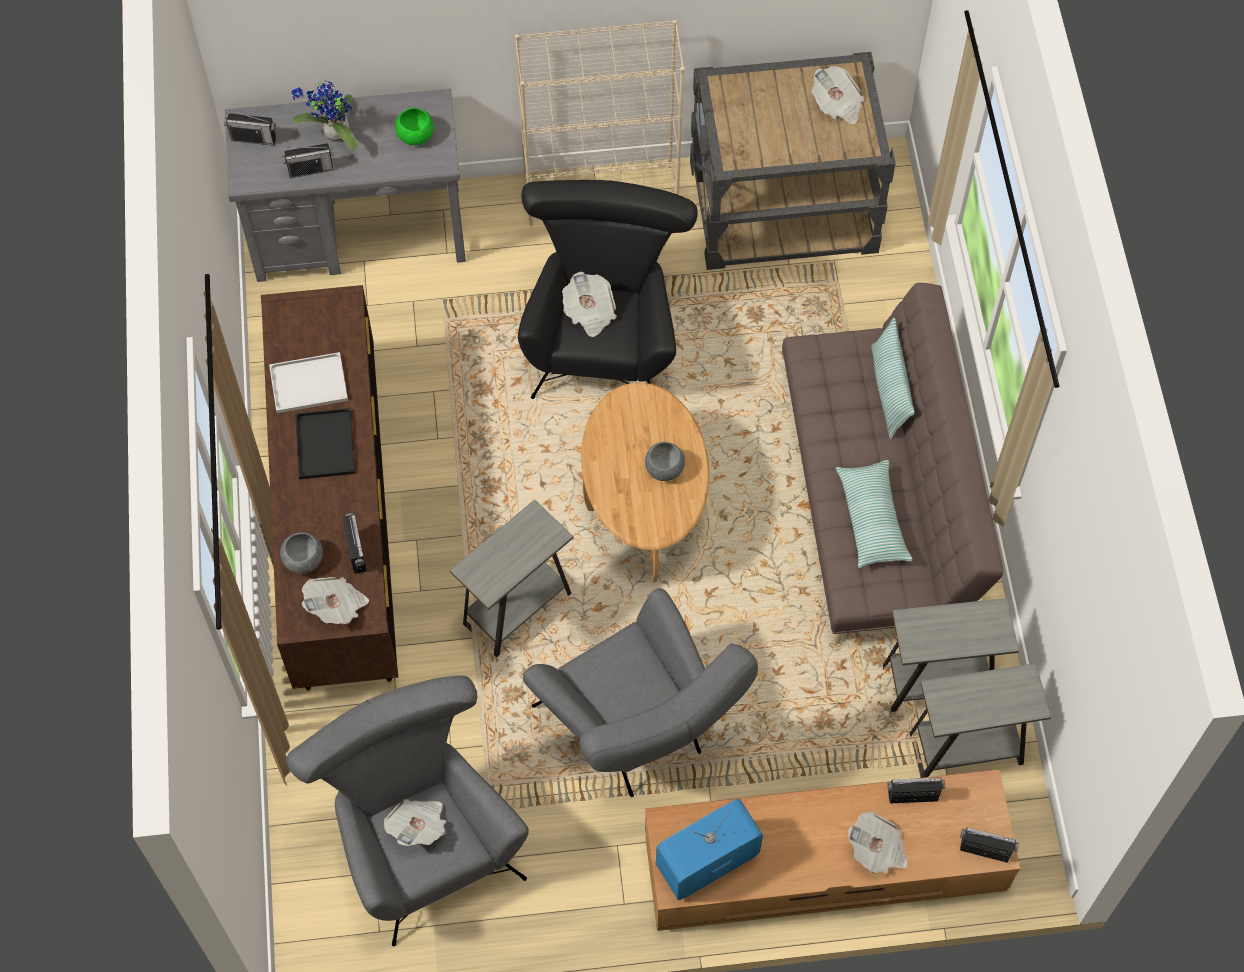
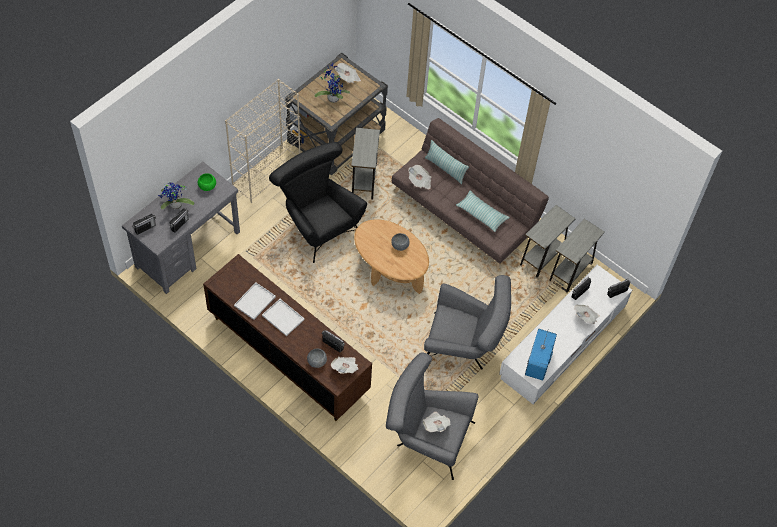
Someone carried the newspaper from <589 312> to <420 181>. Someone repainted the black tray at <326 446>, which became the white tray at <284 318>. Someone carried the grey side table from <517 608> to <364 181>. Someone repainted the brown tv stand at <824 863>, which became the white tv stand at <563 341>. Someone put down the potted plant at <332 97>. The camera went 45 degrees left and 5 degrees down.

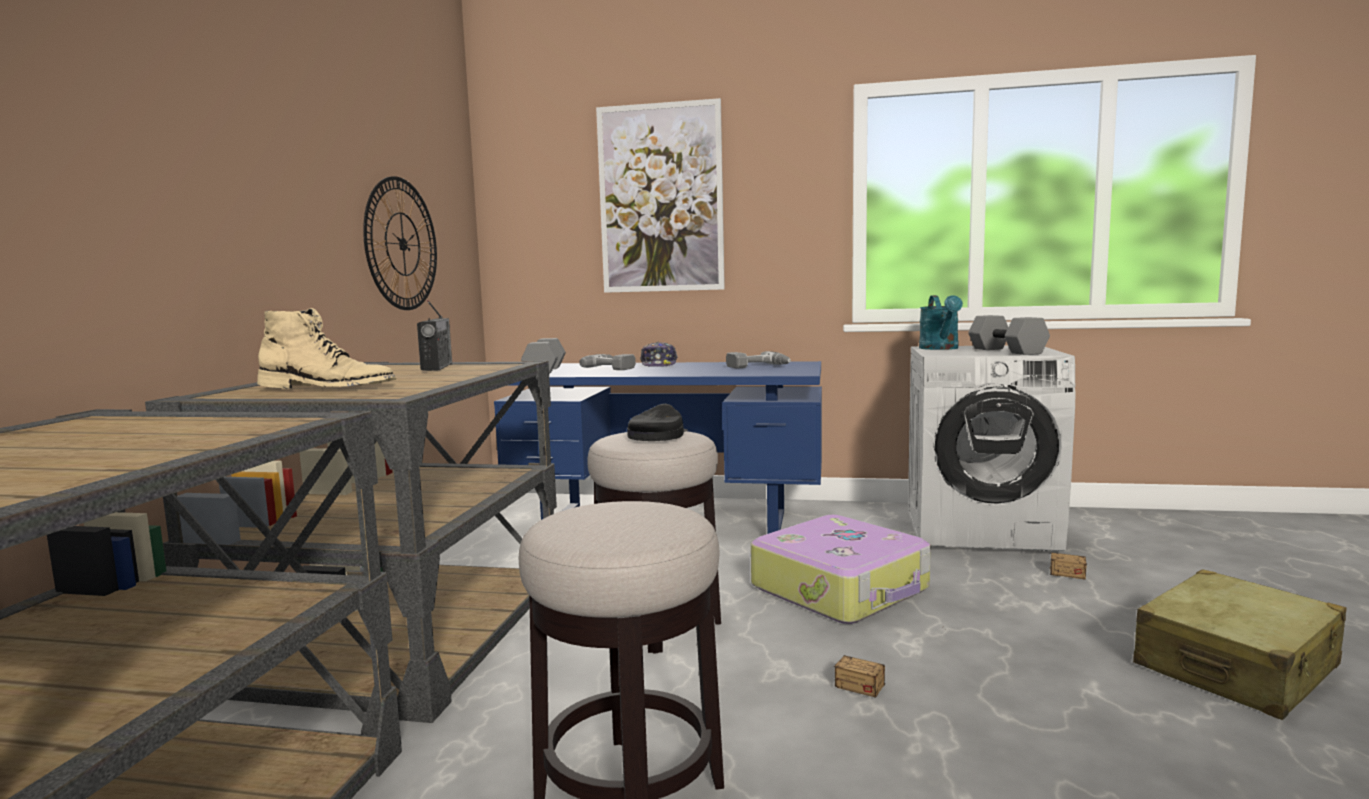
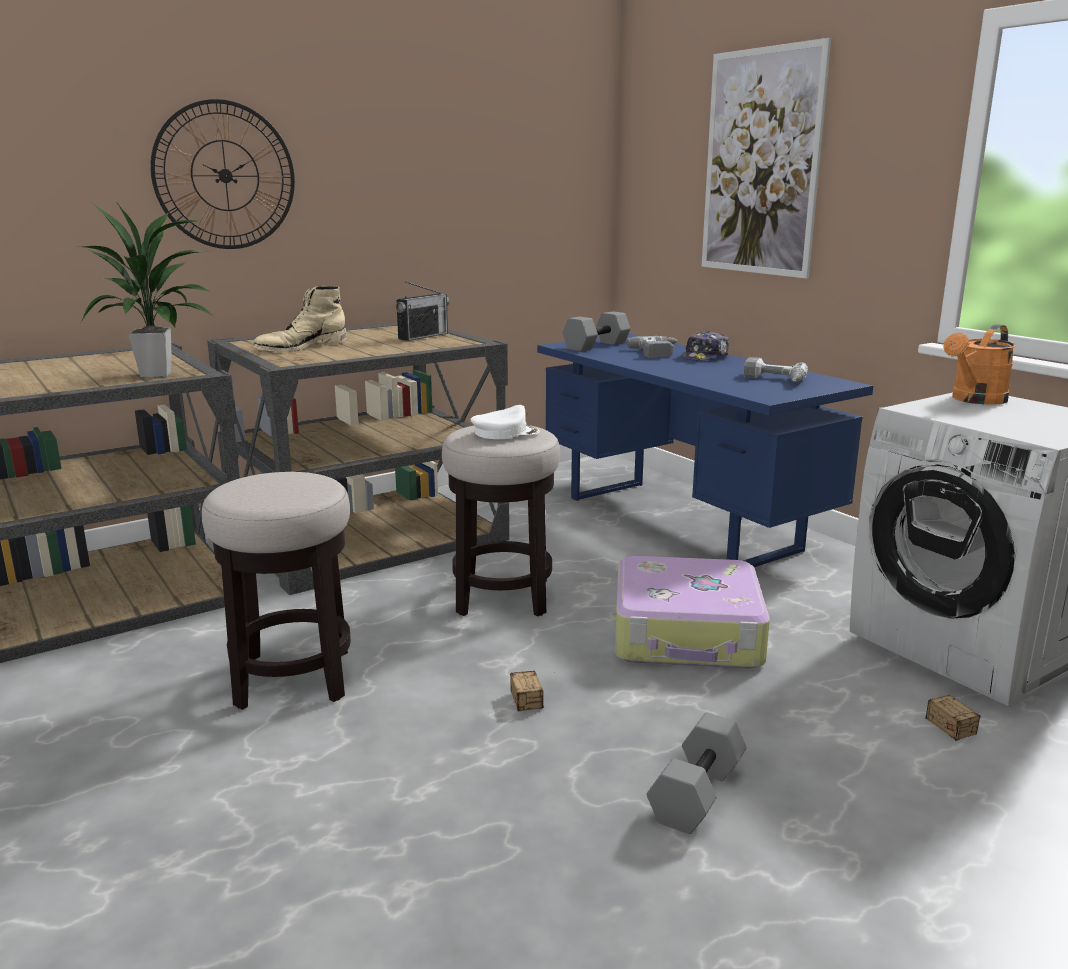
Someone carried the wall clock from <402 244> to <225 175>. Someone repainted the turquoise watering can at <941 348>, which became the orange watering can at <974 400>. Someone rotated the beige boot at <327 388> by 90 degrees clockwise. Someone carried the grey dumbbell from <1005 351> to <695 792>. Someone repainted the black cap at <657 435>, which became the white cap at <505 432>. Someone took away the beige suitcase at <1236 667>. Someone put down the potted plant at <157 374>. The camera went 45 degrees right and 10 degrees up.

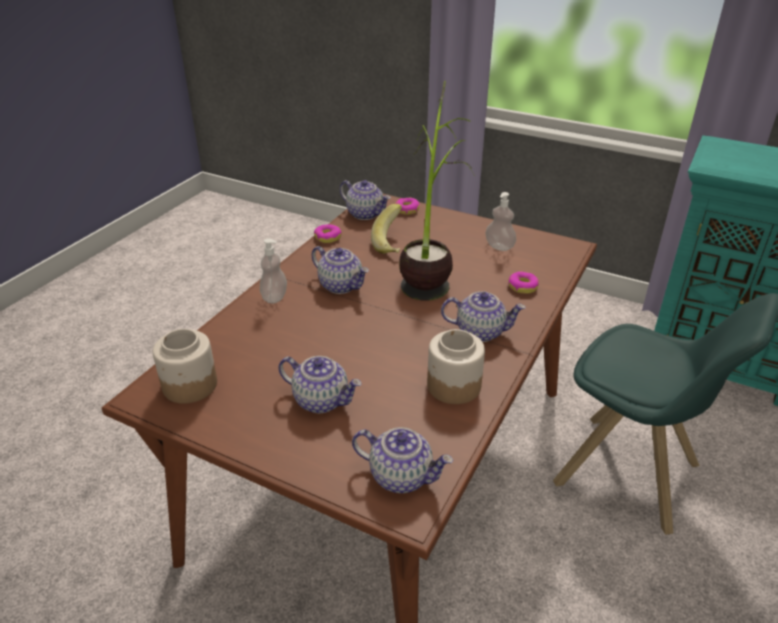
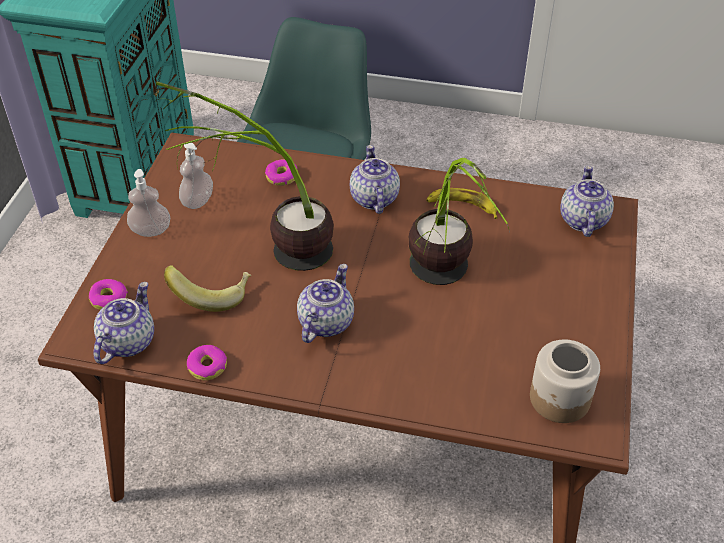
Someone carried the soap dispenser from <274 297> to <151 230>. Someone swapped the jar at <453 385> for the banana at <462 206>. Someone took away the teapot at <322 400>. Someone put down the potted plant at <444 290>. The camera went 105 degrees left and 10 degrees up.

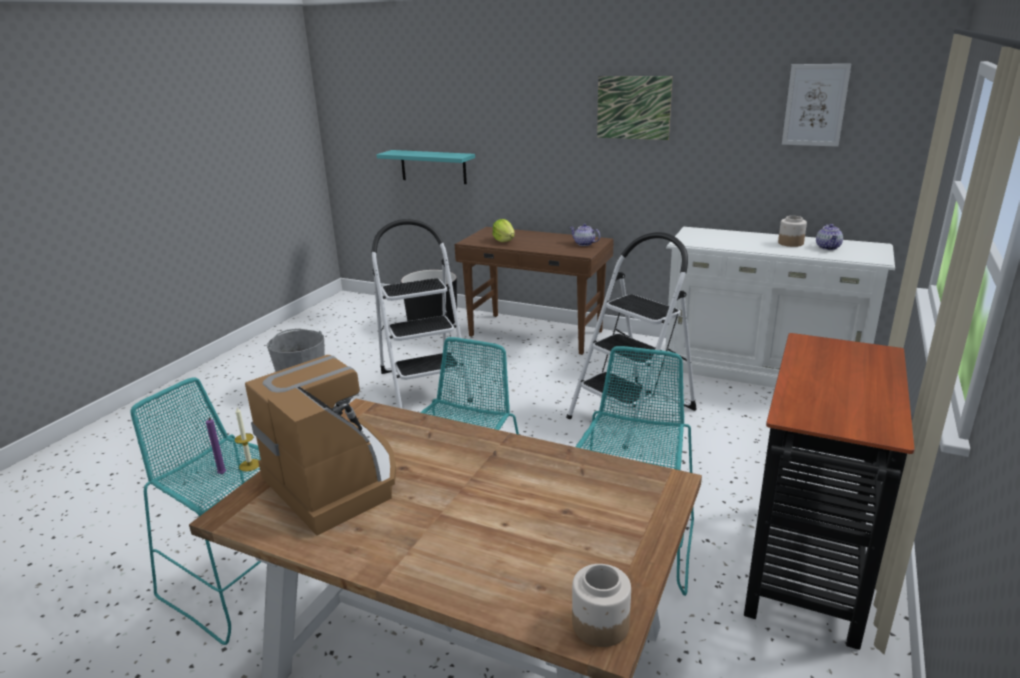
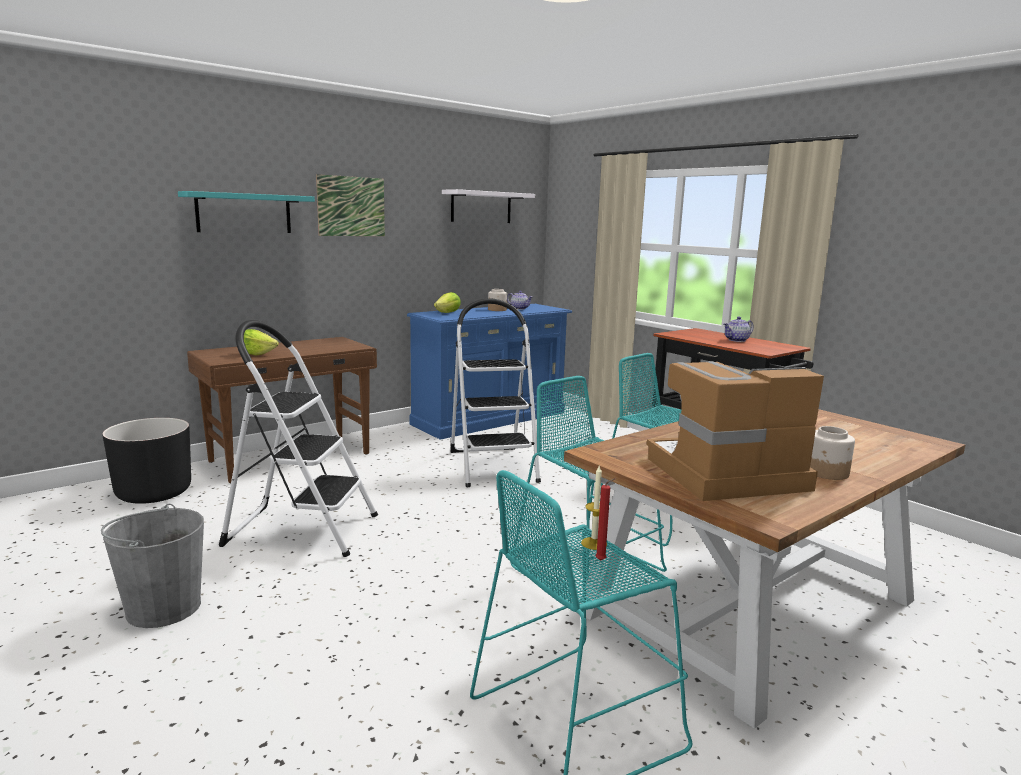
Someone swapped the picture at <815 105> for the white shelf at <481 207>. Someone carried the turquoise shelf from <433 166> to <244 213>. Someone carried the teapot from <584 244> to <736 340>. Someone repainted the white cabinet at <762 370>, which became the blue cabinet at <490 418>. Someone repainted the purple candle at <222 475>, which became the red candle at <602 560>. Someone carried the jar from <599 625> to <826 472>. Someone put down the lettuce at <448 313>. The camera went 65 degrees left and 10 degrees down.

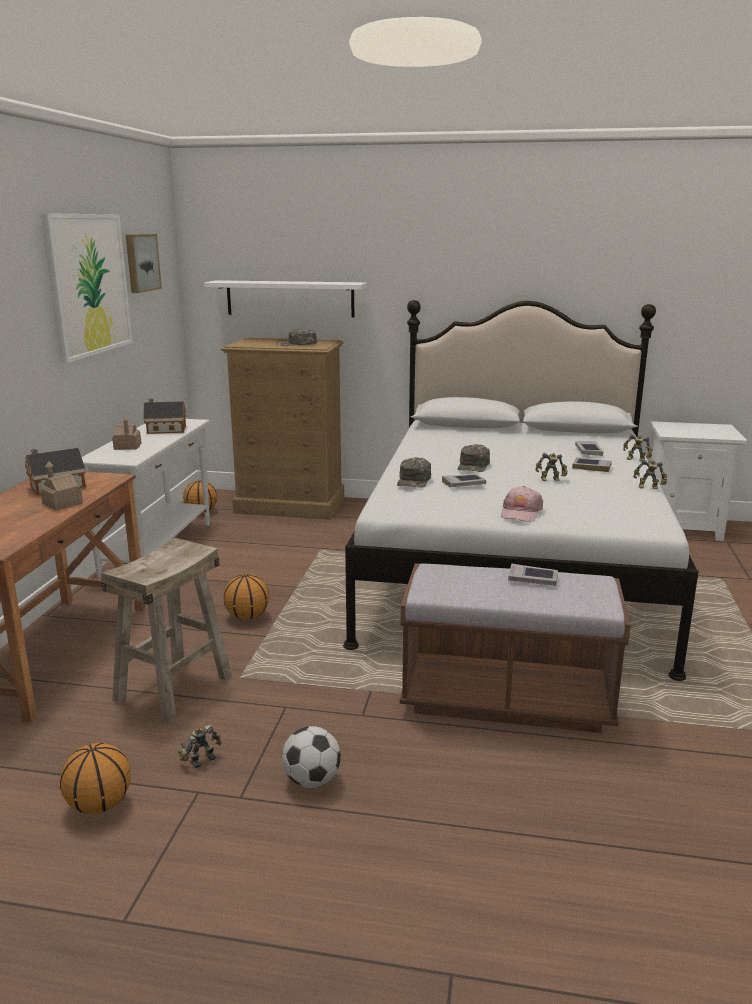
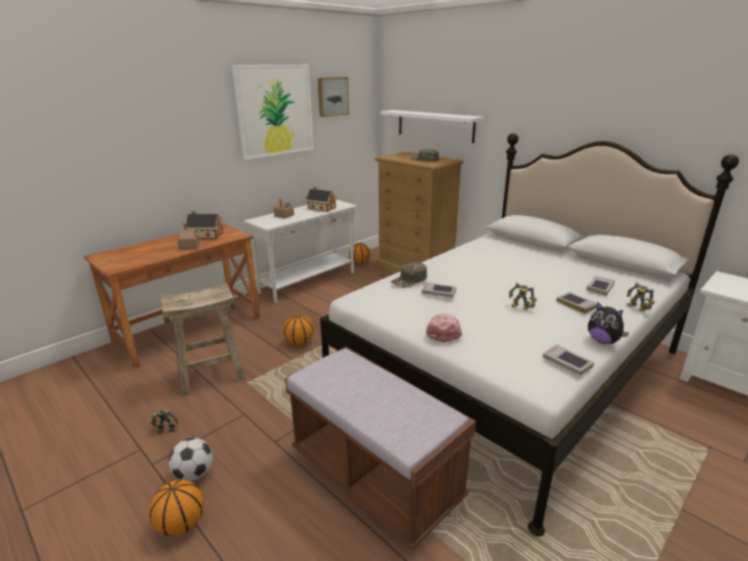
Someone took away the green cap at <473 465>. Someone swapped the toy robot at <649 487> for the plush toy at <603 341>. Someone rotated the pink cap at <520 513> by 135 degrees clockwise. Someone carried the book from <532 579> to <567 363>. Someone carried the basketball from <99 805> to <181 524>. The camera went 35 degrees right and 5 degrees up.

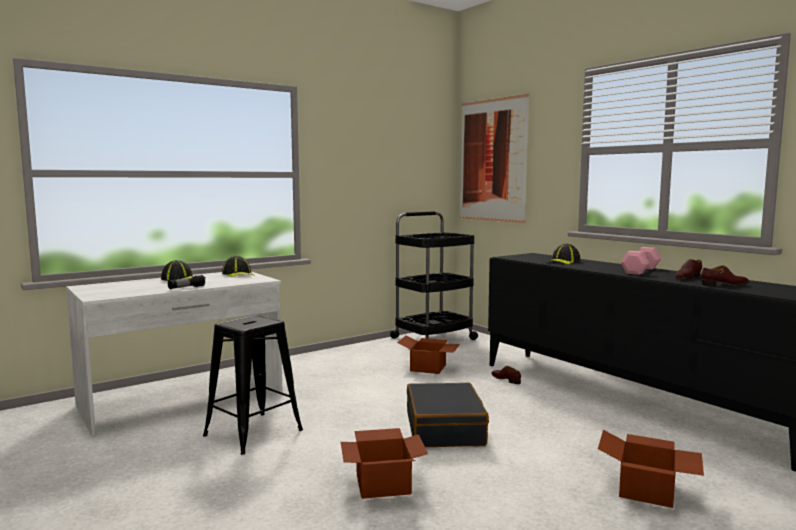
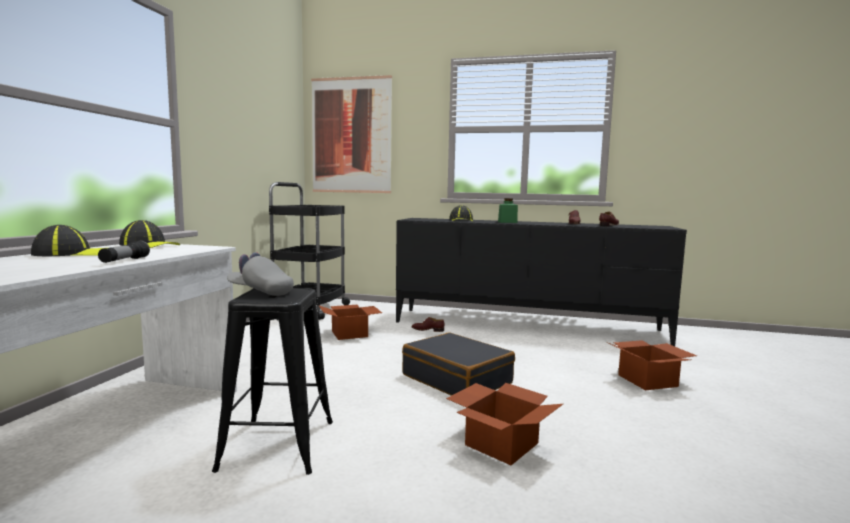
Someone took away the pink dumbbell at <640 271>. Someone put down the green jar at <507 222>. Someone put down the grey cap at <261 292>. The camera went 40 degrees left and 0 degrees up.

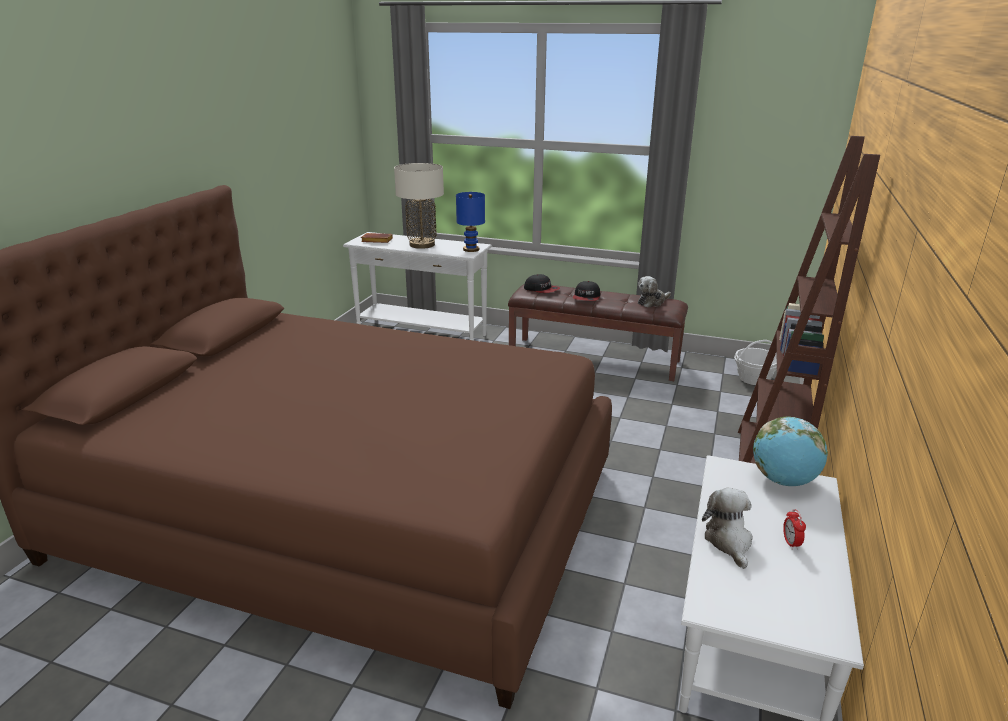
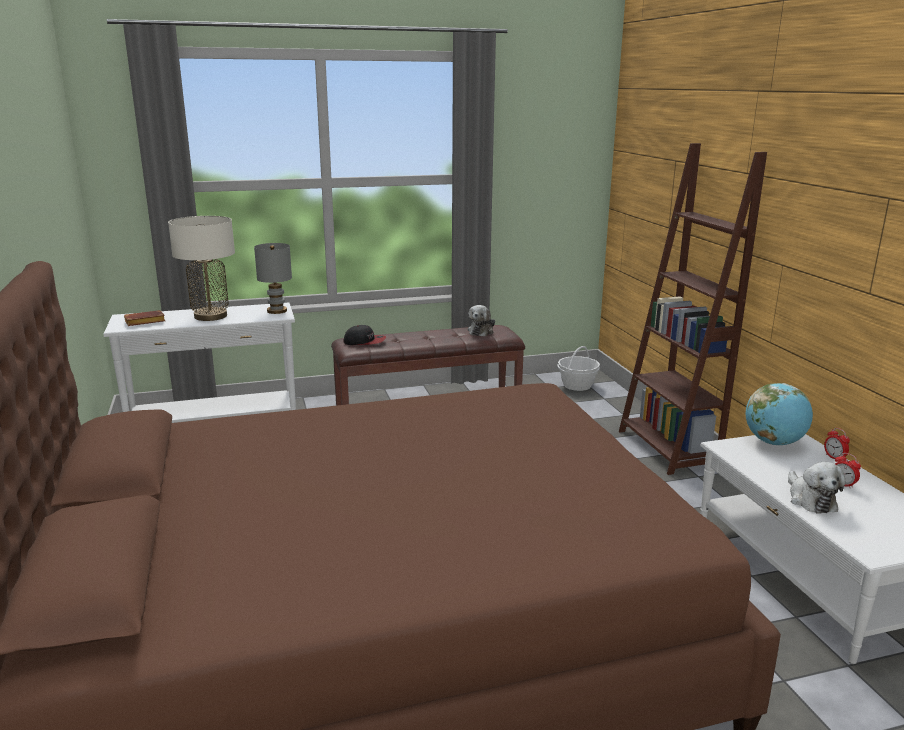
Someone repainted the blue table lamp at <471 249>, which became the grey table lamp at <277 311>. Someone took away the cap at <586 297>. Someone rotated the plush toy at <729 541> by 150 degrees counterclockwise. Someone put down the alarm clock at <834 458>. The camera went 35 degrees left and 5 degrees down.

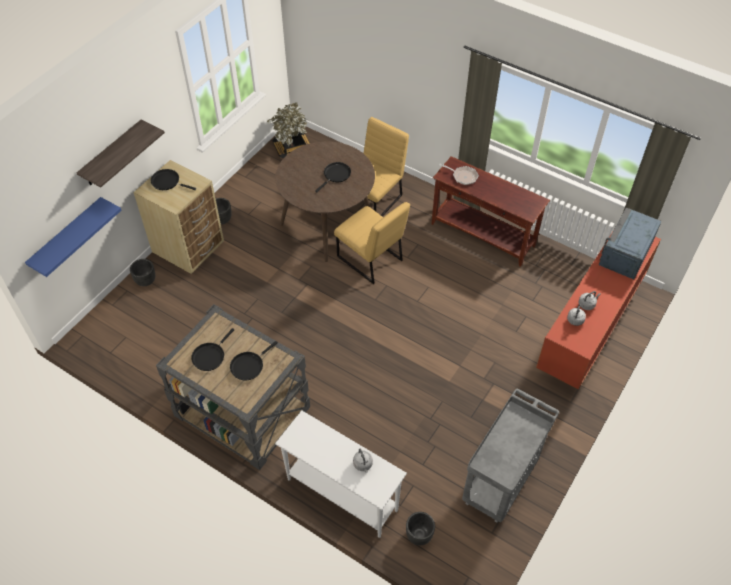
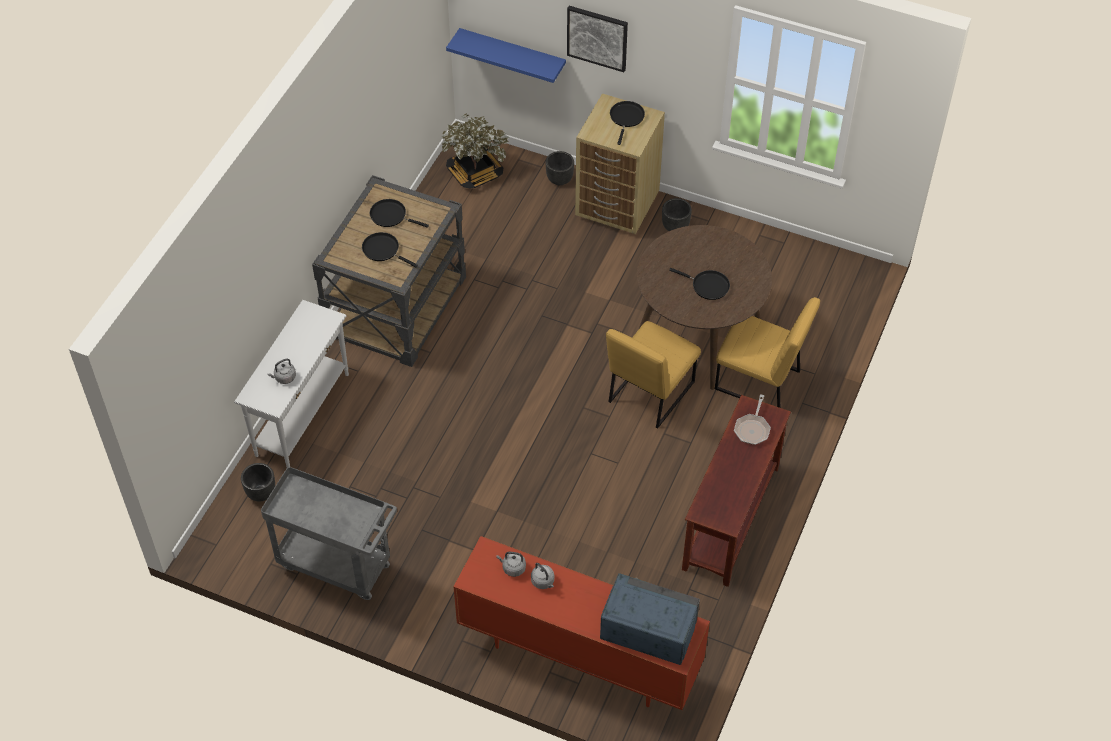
Someone carried the potted plant from <292 149> to <475 173>. Someone swapped the shelf at <112 154> for the picture at <597 37>. The camera went 80 degrees right and 0 degrees up.

